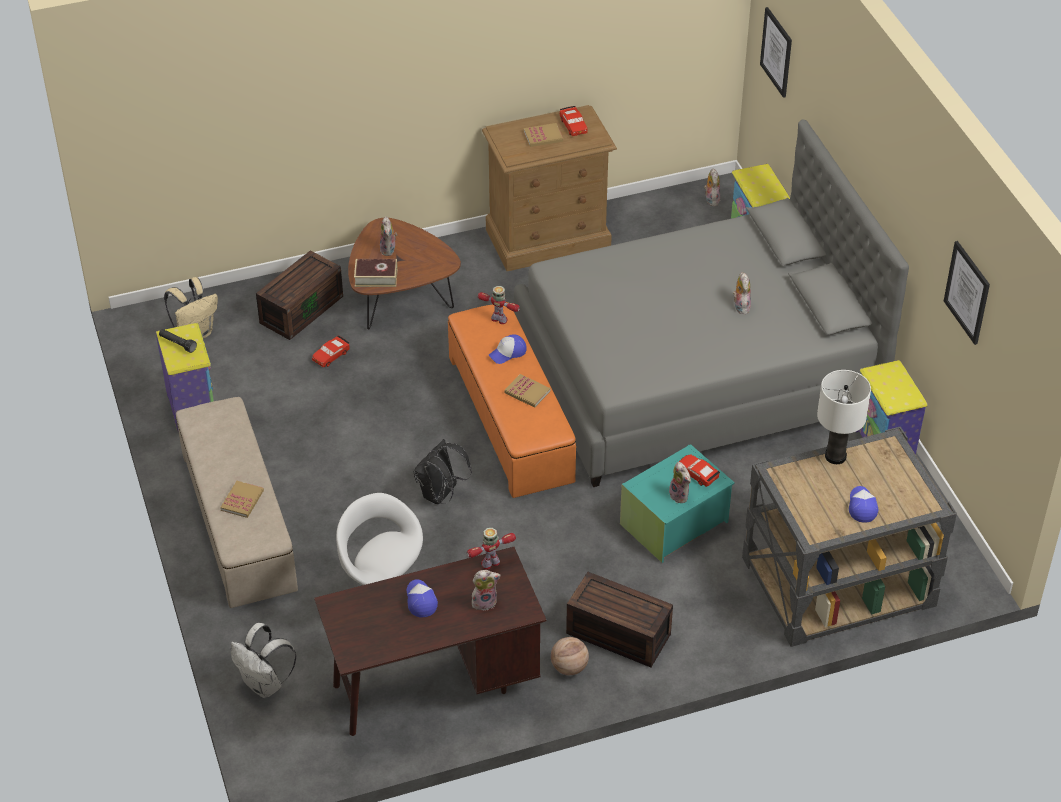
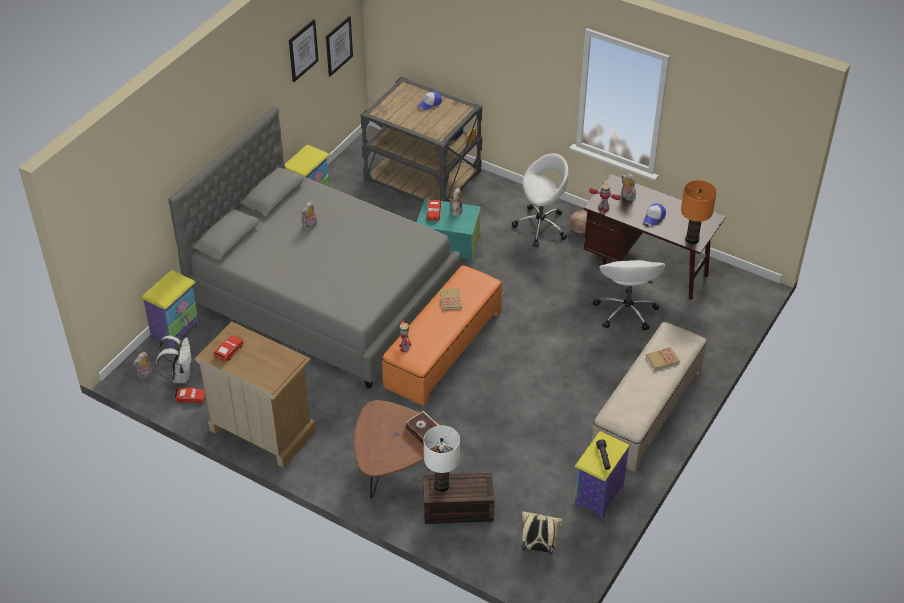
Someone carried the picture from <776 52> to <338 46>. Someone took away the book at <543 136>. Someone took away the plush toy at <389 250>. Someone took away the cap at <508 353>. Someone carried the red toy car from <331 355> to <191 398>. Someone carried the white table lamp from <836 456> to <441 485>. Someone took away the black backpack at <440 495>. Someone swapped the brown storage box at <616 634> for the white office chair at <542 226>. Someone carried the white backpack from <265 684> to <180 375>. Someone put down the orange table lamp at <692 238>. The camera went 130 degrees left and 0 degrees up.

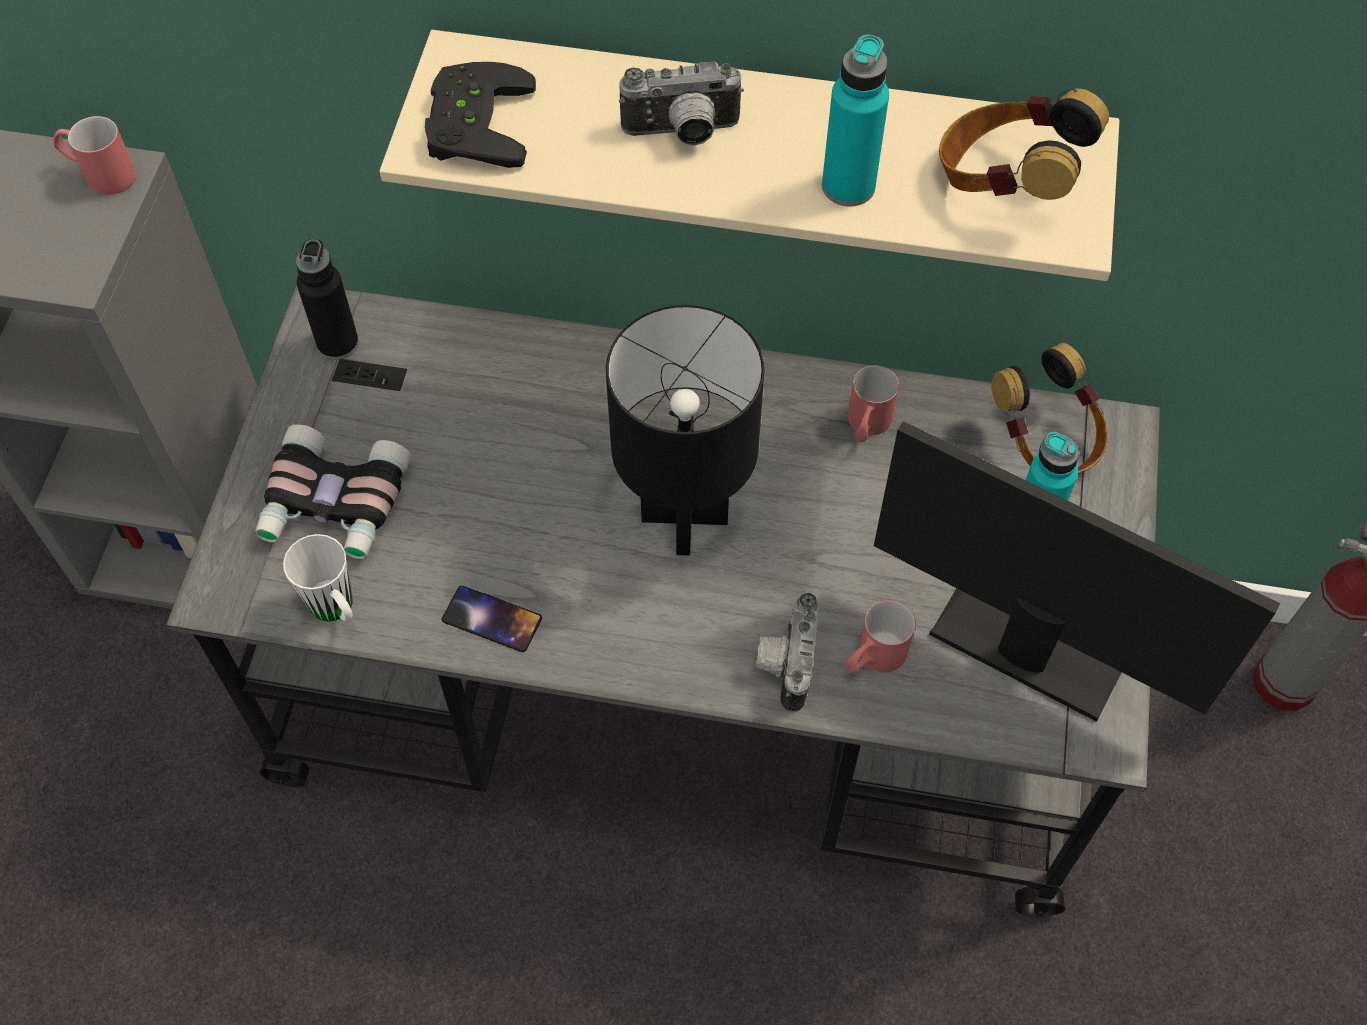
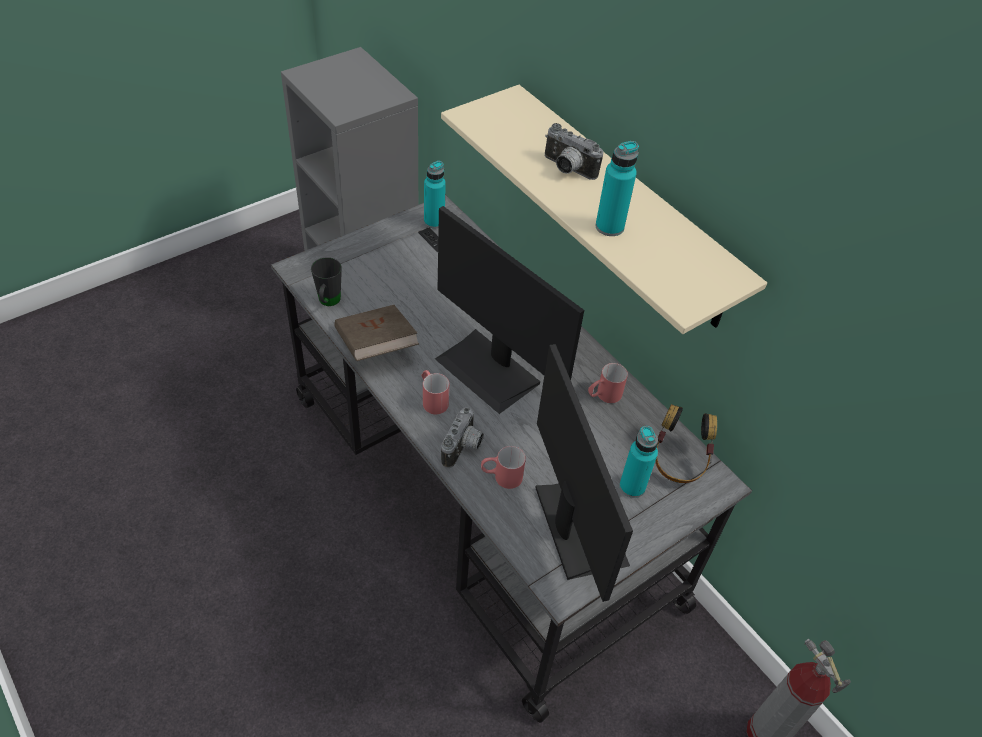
Someone took away the black game controller at <472 123>. Someone took away the headphones at <1006 182>. Someone carried the red mug from <100 174> to <432 399>. Someone repainted the black bottle at <338 343>, which became the turquoise bottle at <434 221>. Someone swapped the black table lamp at <686 517> for the monitor at <489 370>. Someone took away the binoculars at <333 505>. Someone repainted the white mug at <337 611>, which became the black mug at <328 303>. Someone swapped the phone at <492 619> for the brown book at <376 347>. Someone rotated the photo camera at <784 662> by 150 degrees clockwise. The camera went 40 degrees right and 10 degrees down.

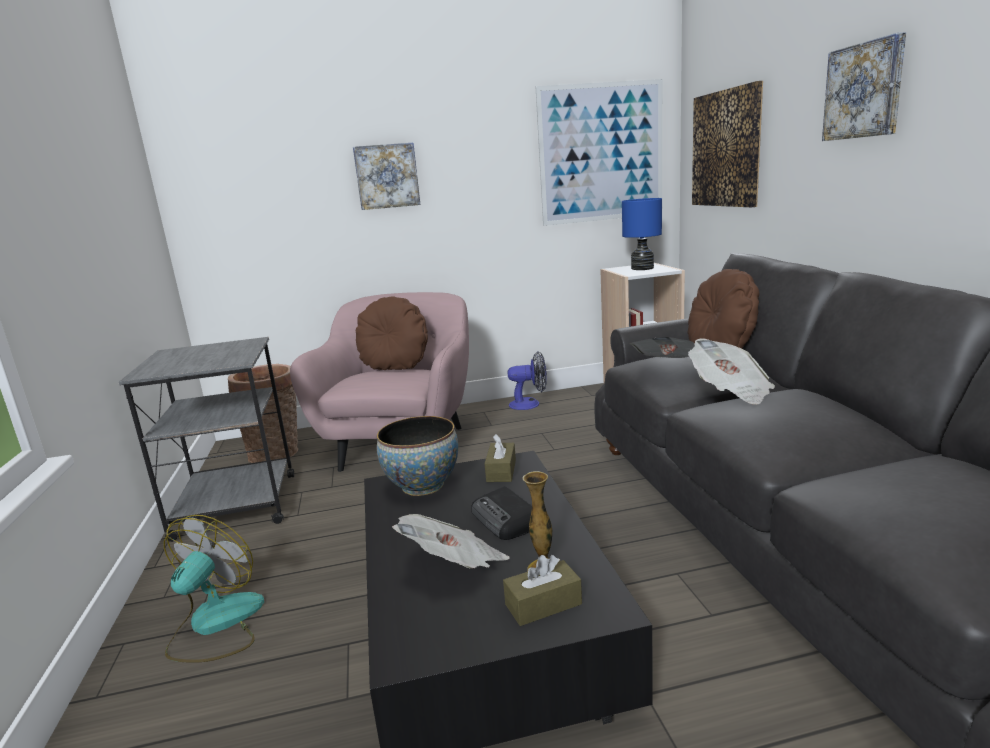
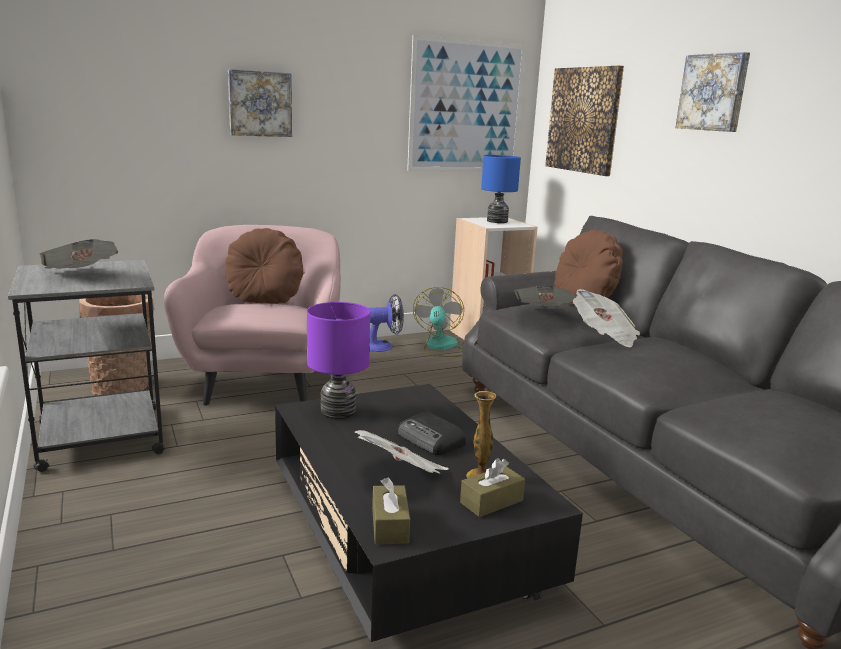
Someone swapped the bowl at <423 486> for the purple table lamp at <338 412>. Someone carried the brown tissue box from <501 471> to <390 525>. Someone carried the fan from <215 625> to <441 347>. Someone put down the newspaper at <81 275>. The camera went 15 degrees left and 0 degrees up.

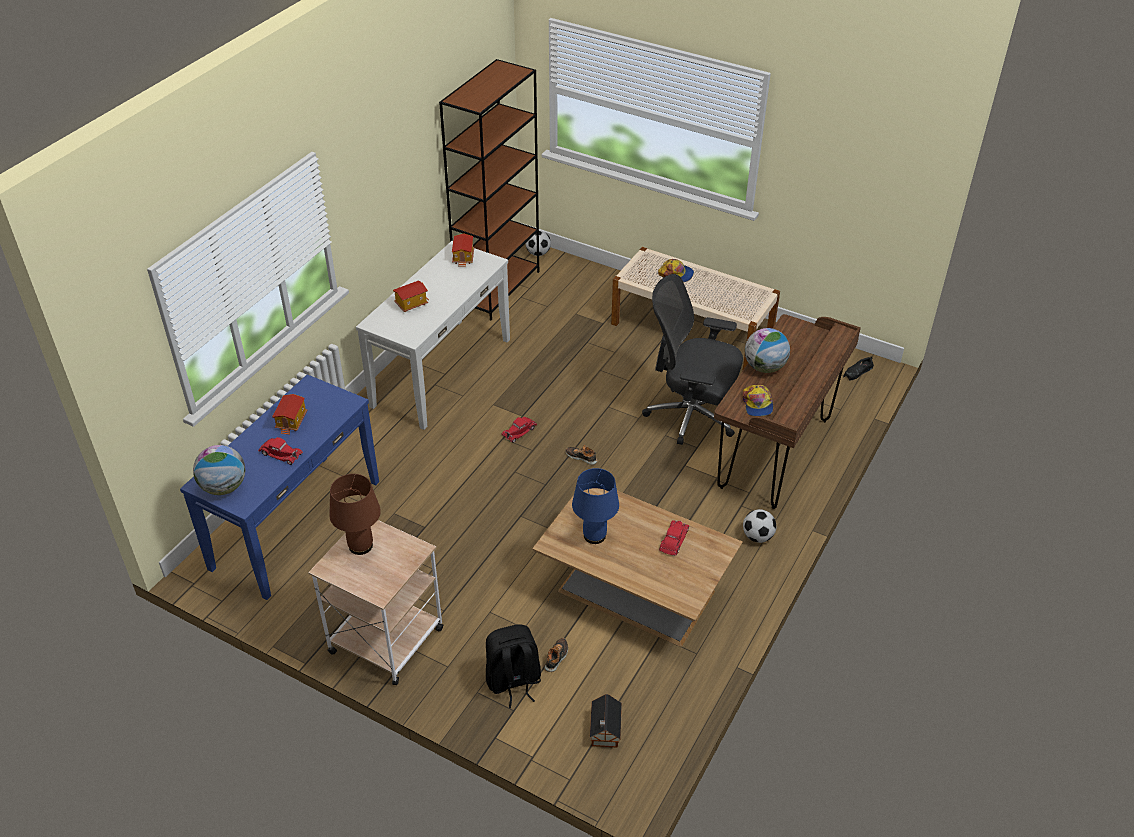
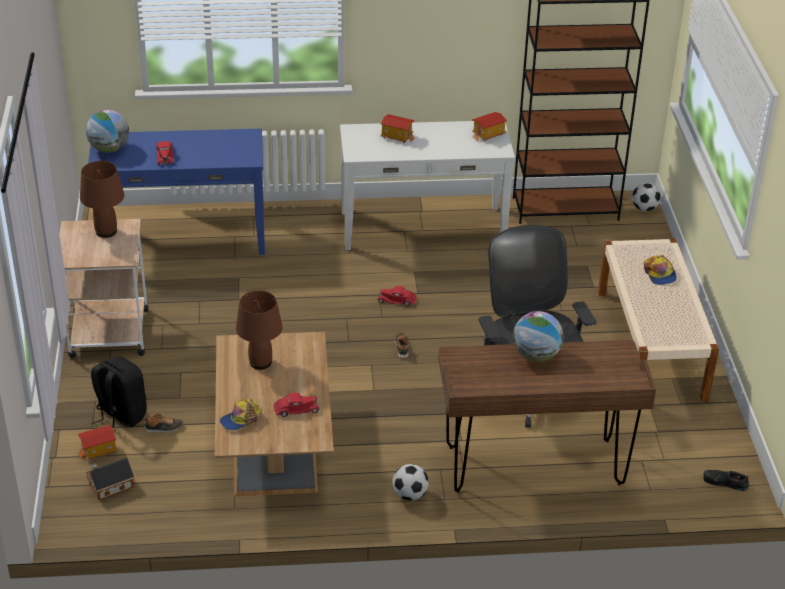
Someone carried the cap from <757 404> to <241 419>. Someone carried the toy house from <292 421> to <99 451>. Someone repainted the blue table lamp at <595 536>, which became the brown table lamp at <260 363>. The camera went 55 degrees right and 5 degrees down.

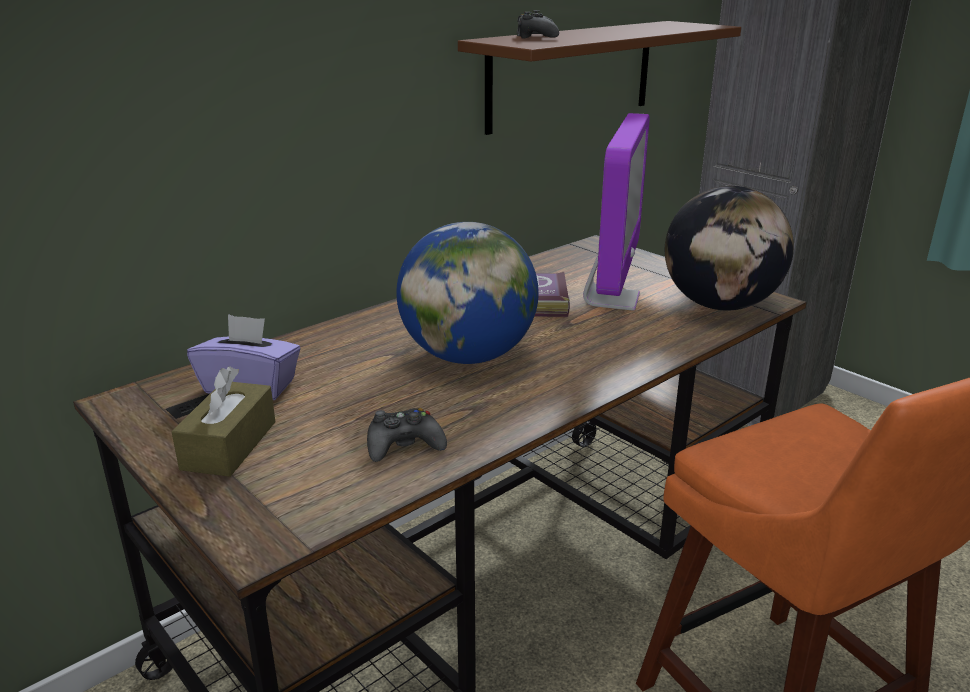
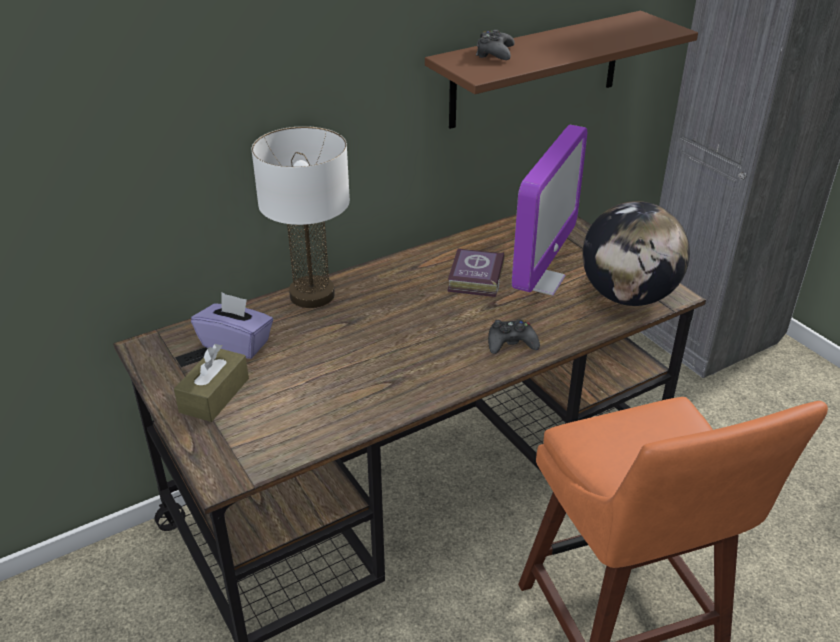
Someone took away the globe at <468 356>. Someone carried the black game controller from <404 445> to <511 343>. Someone put down the table lamp at <311 295>. The camera went 10 degrees right and 10 degrees up.

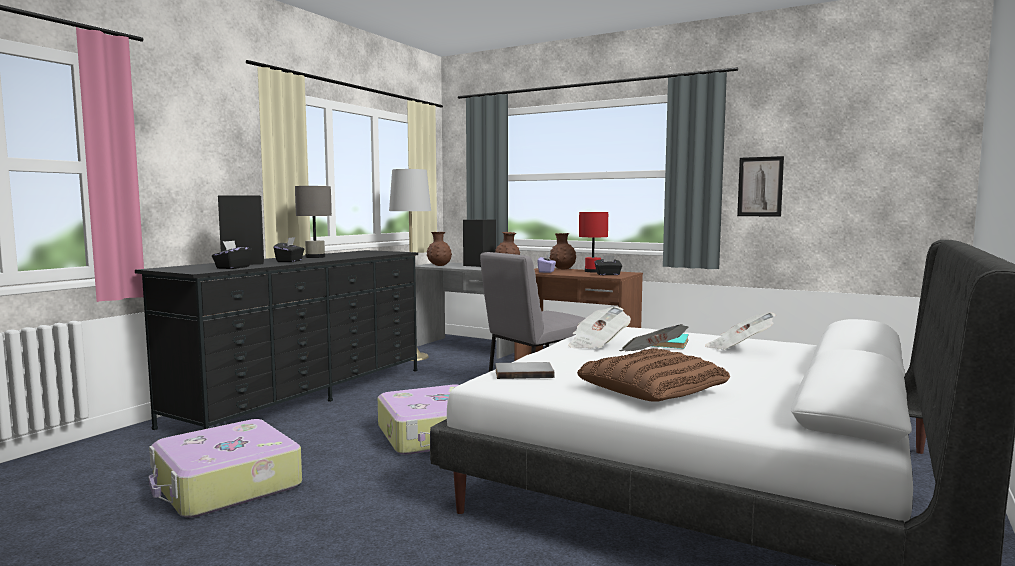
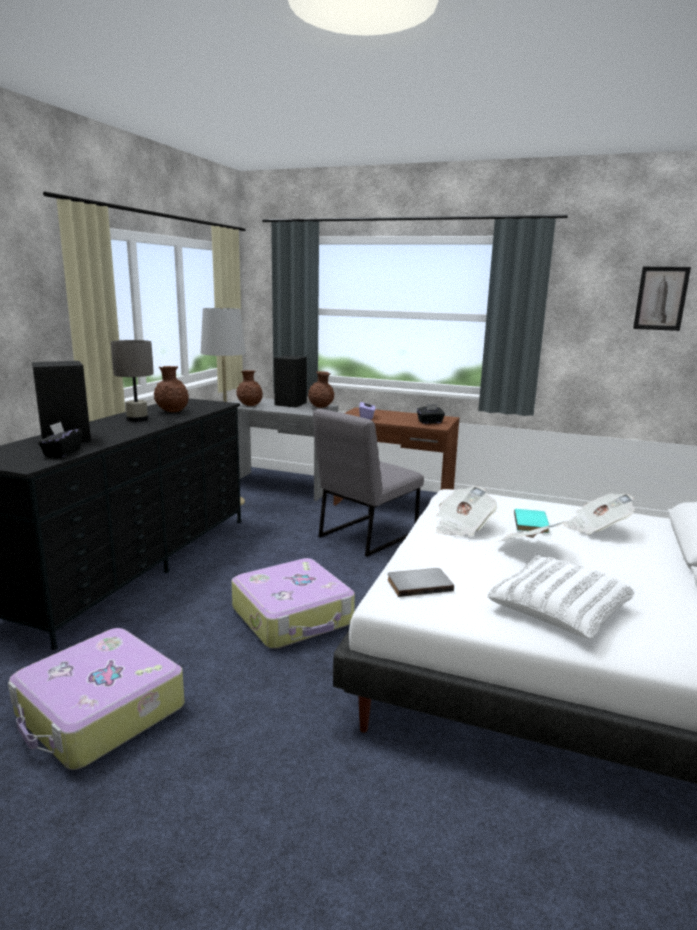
Someone carried the picture from <760 186> to <661 298>. Someone took away the red table lamp at <592 271>. Someone carried the brown vase from <562 269> to <172 412>. Someone took away the black tissue box at <290 261>. Someone repainted the brown pillow at <651 391>, which became the white pillow at <558 609>. The camera went 10 degrees left and 10 degrees up.

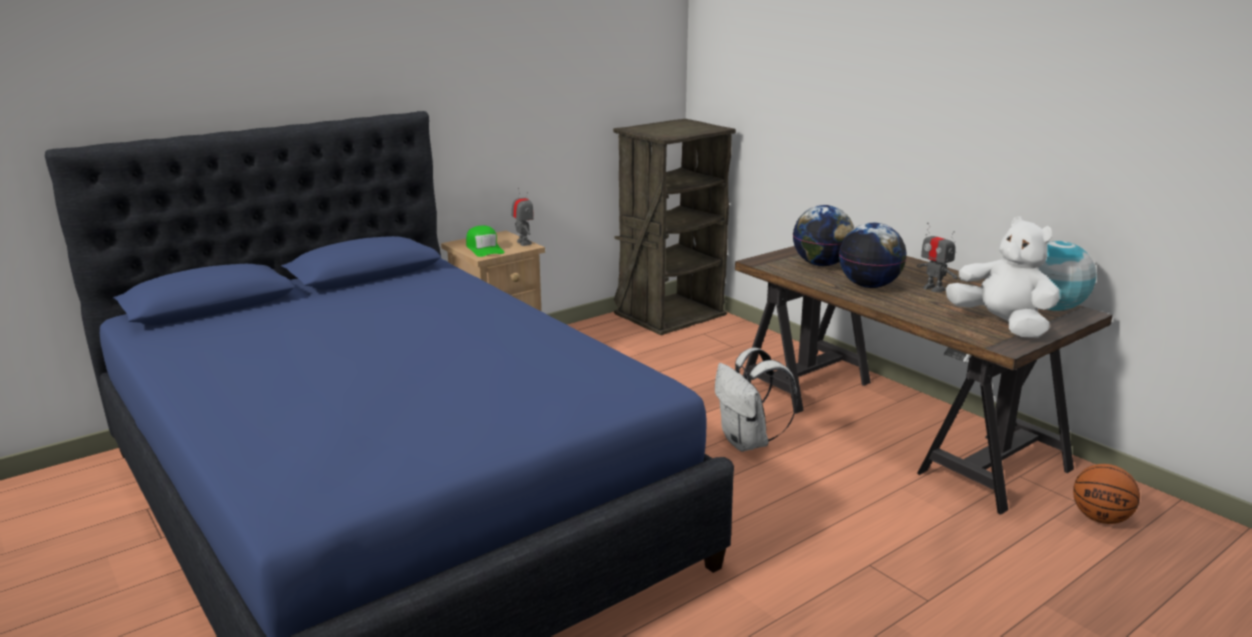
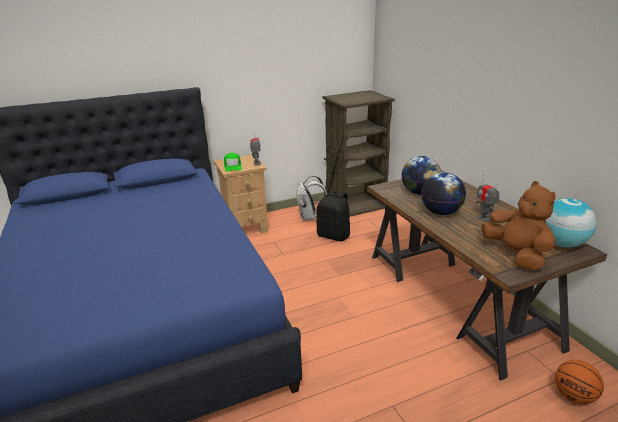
Someone repainted the white plush toy at <1001 325>, which became the brown plush toy at <516 255>. Someone carried the white backpack from <748 442> to <309 217>. Someone put down the black backpack at <334 236>. The camera went 15 degrees right and 5 degrees up.

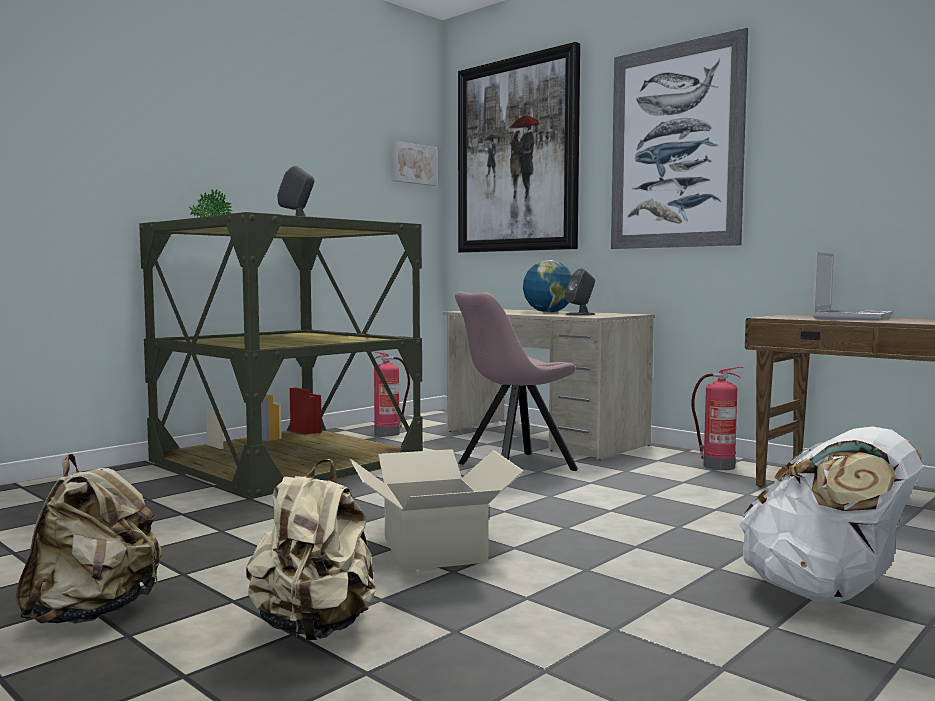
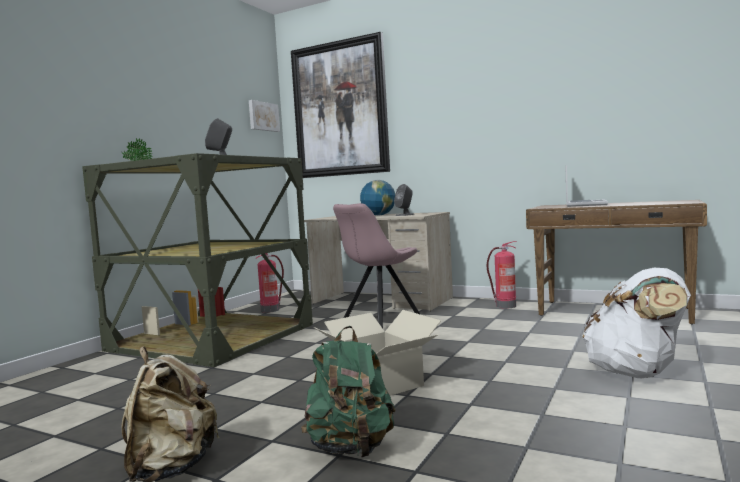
Someone took away the picture at <675 146>. Someone repainted the beige backpack at <315 628>, which became the green backpack at <351 448>. The camera went 15 degrees left and 0 degrees up.

